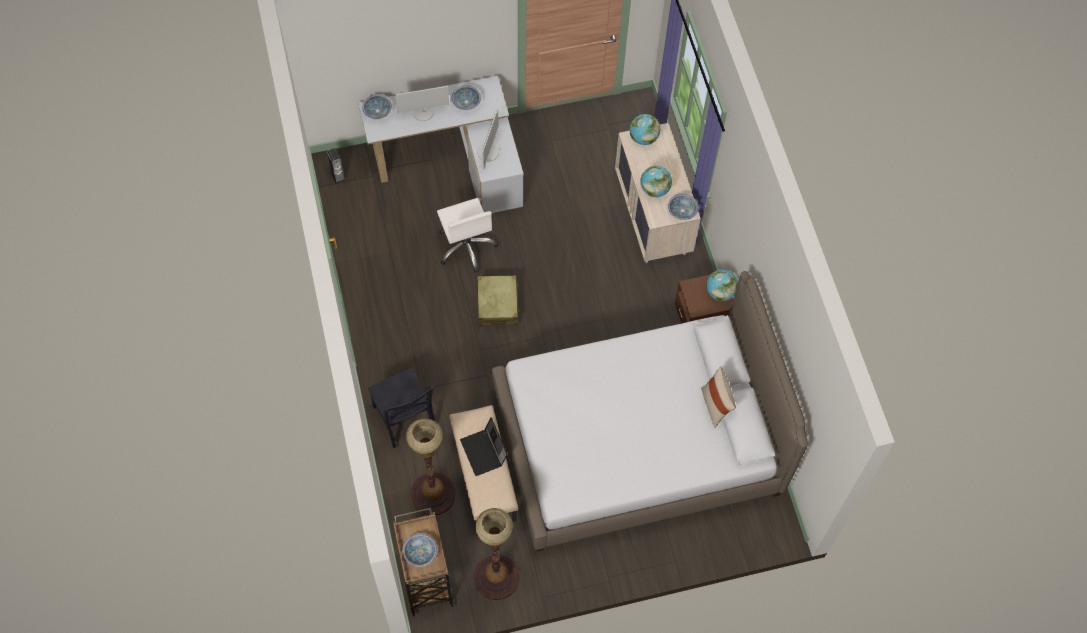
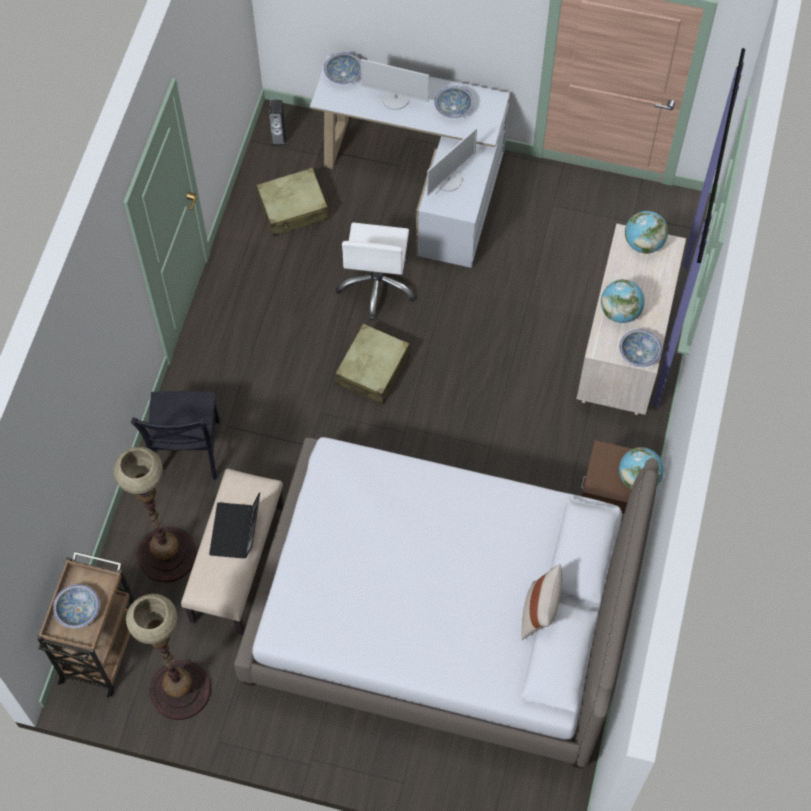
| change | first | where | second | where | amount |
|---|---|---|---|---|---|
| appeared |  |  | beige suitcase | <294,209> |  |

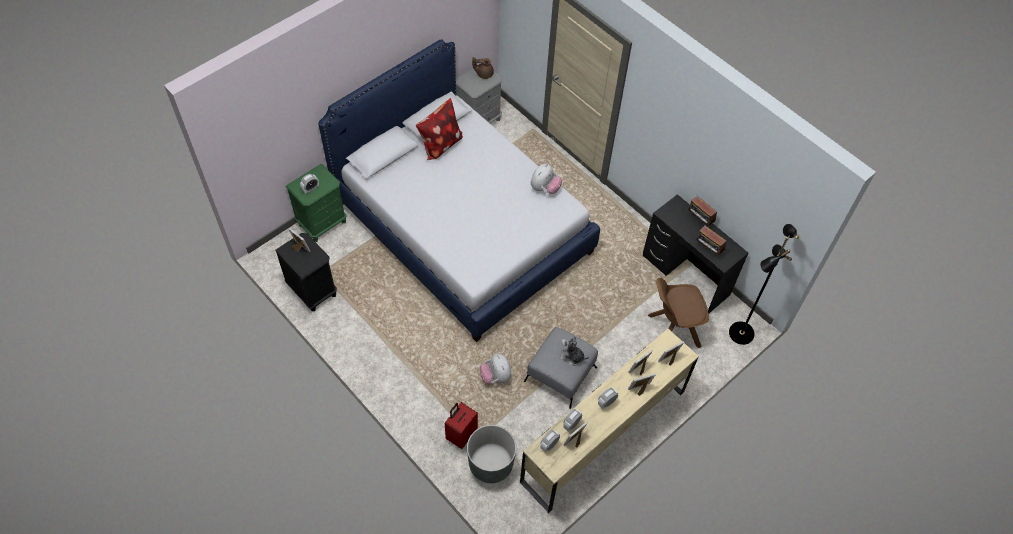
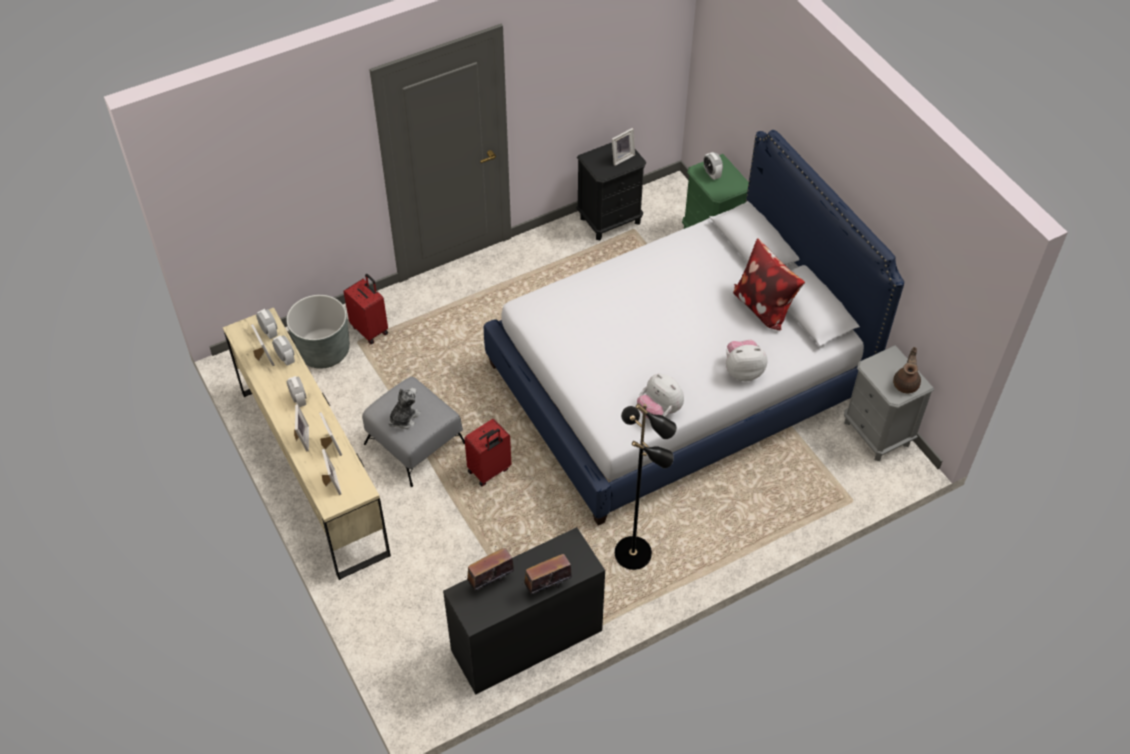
| change | first | where | second | where | amount |
|---|---|---|---|---|---|
| missing | brown chair | <672,331> |  |  |  |
| appeared |  |  | red suitcase | <489,471> |  |
| relocated | plush toy | <496,376> |  | <743,371> |  |
| relocated | black floor lamp | <740,333> |  | <634,553> |  |

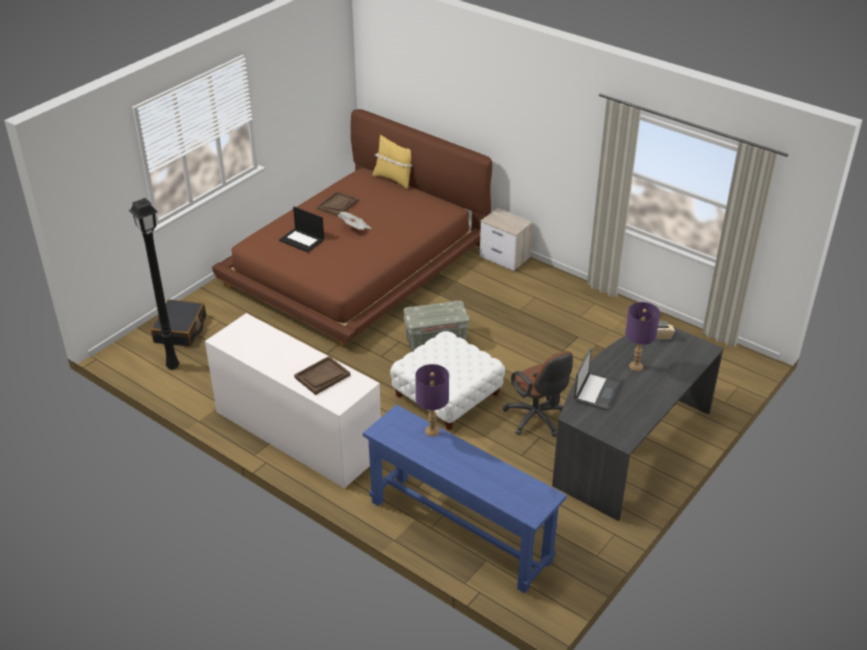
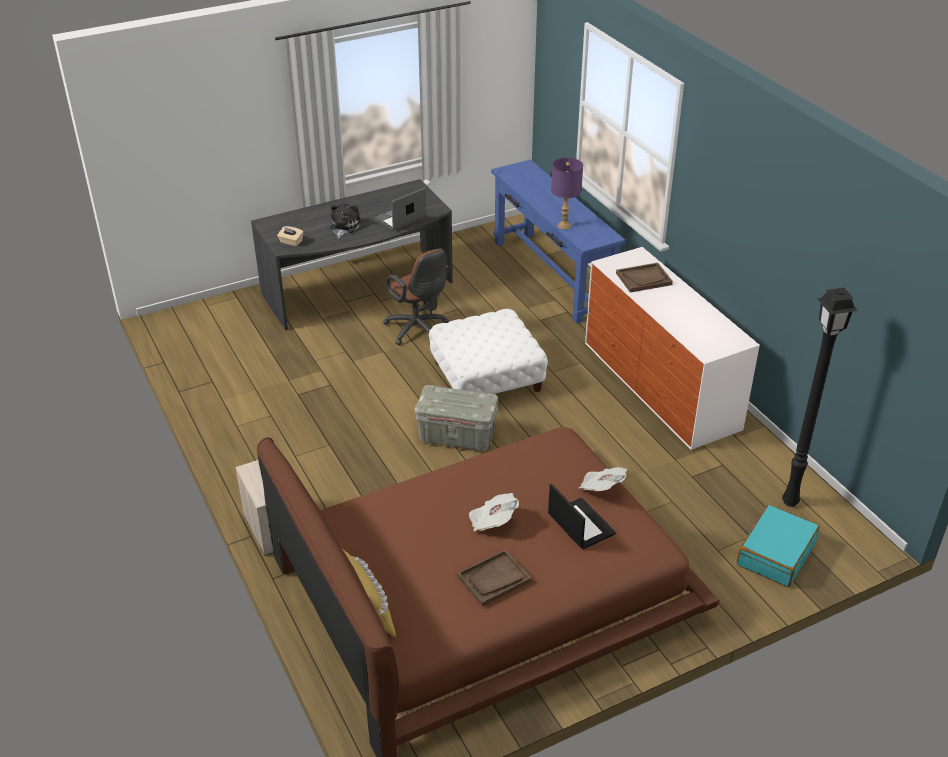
| change | first | where | second | where | amount |
|---|---|---|---|---|---|
| appeared |  |  | newspaper | <601,488> |  |
| exchanged | purple table lamp | <636,366> | plush toy | <343,227> |  |
| colour | black suitcase | <180,330> | turquoise suitcase | <775,554> |  |
| spun | brown office chair | <537,420> |  | <418,331> | 150 degrees clockwise |

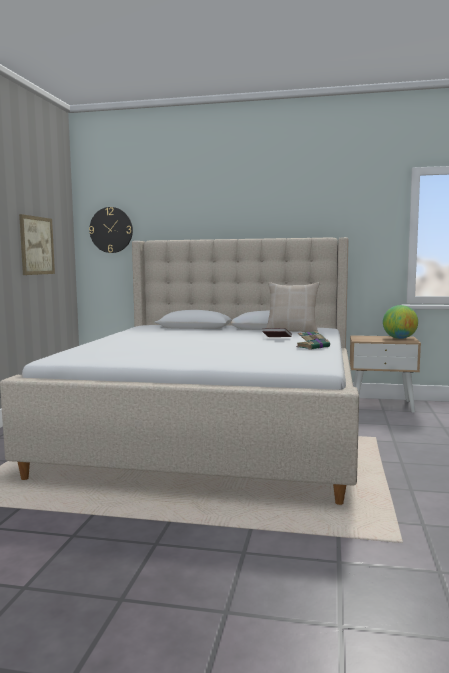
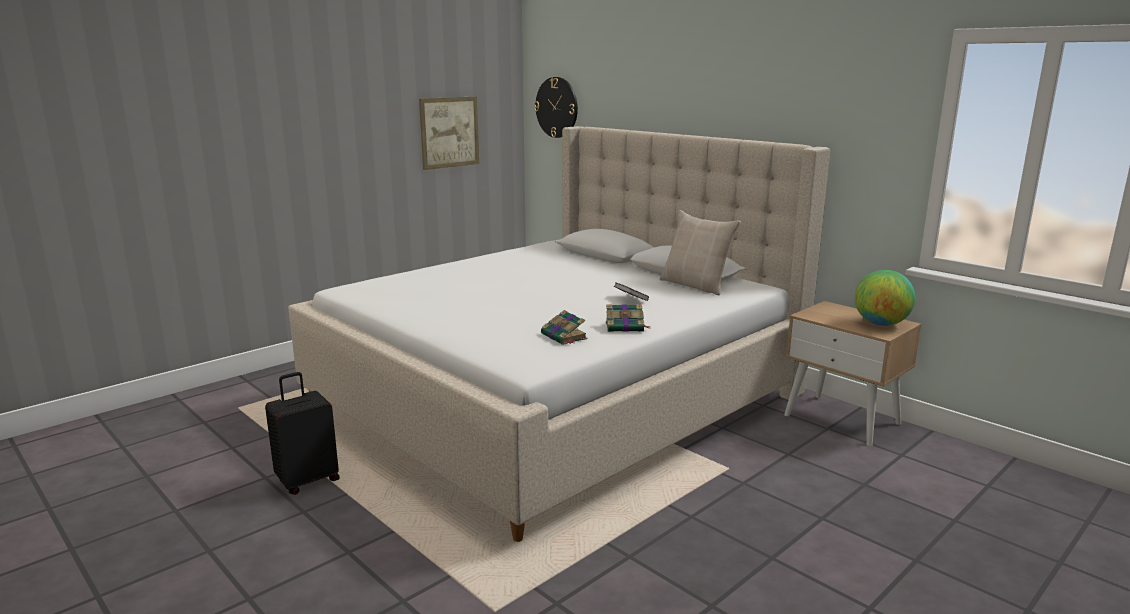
| change | first | where | second | where | amount |
|---|---|---|---|---|---|
| appeared |  |  | black suitcase | <308,481> |  |
| appeared |  |  | book | <564,337> |  |

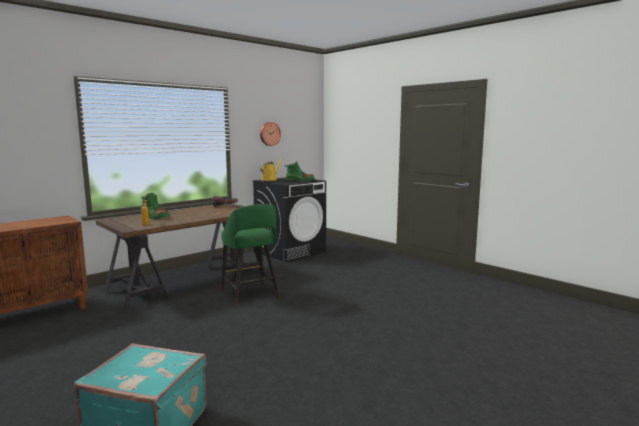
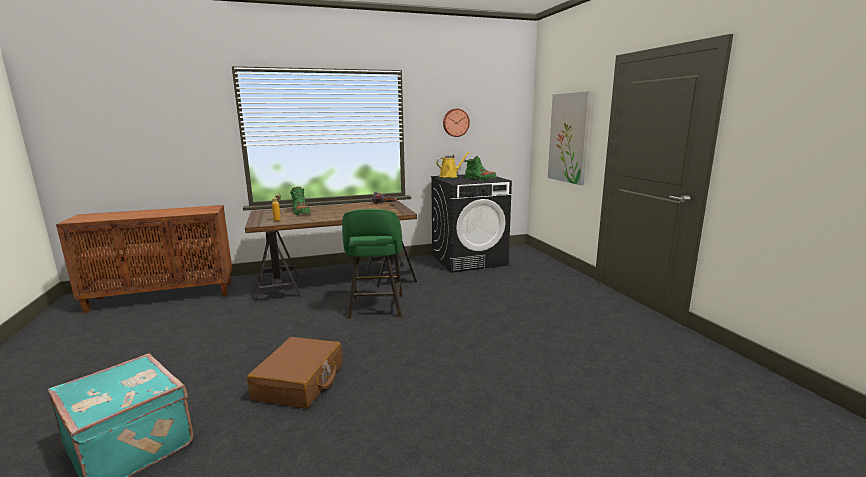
| change | first | where | second | where | amount |
|---|---|---|---|---|---|
| appeared |  |  | brown suitcase | <300,382> |  |
| appeared |  |  | picture | <569,138> |  |

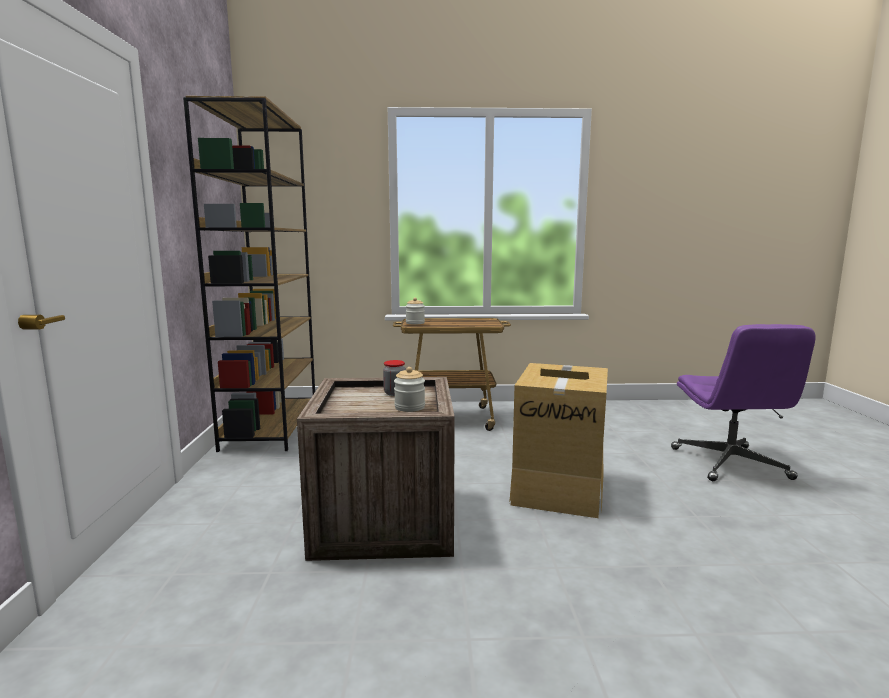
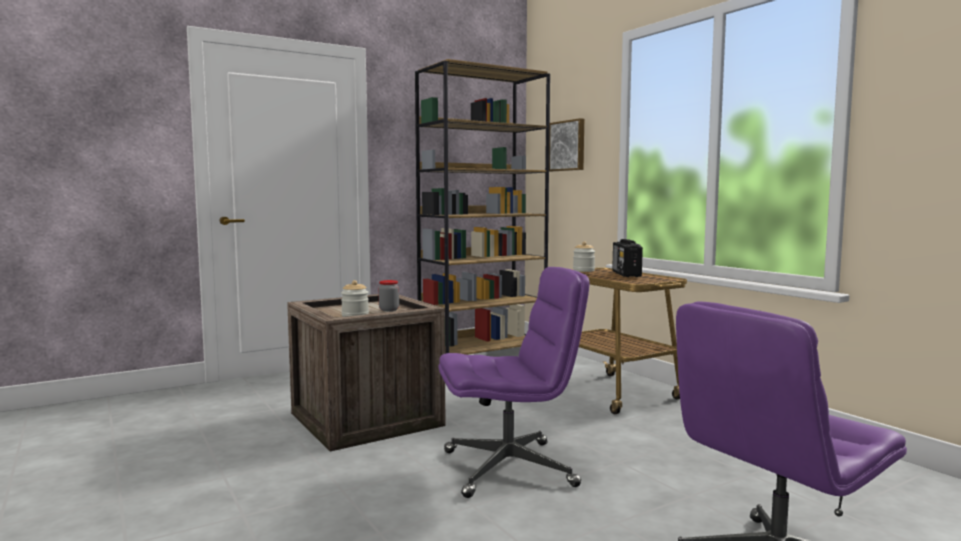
| change | first | where | second | where | amount |
|---|---|---|---|---|---|
| appeared |  |  | picture | <567,146> |  |
| appeared |  |  | radio | <626,274> |  |
| exchanged | cardboard box | <559,488> | purple office chair | <510,468> |  |

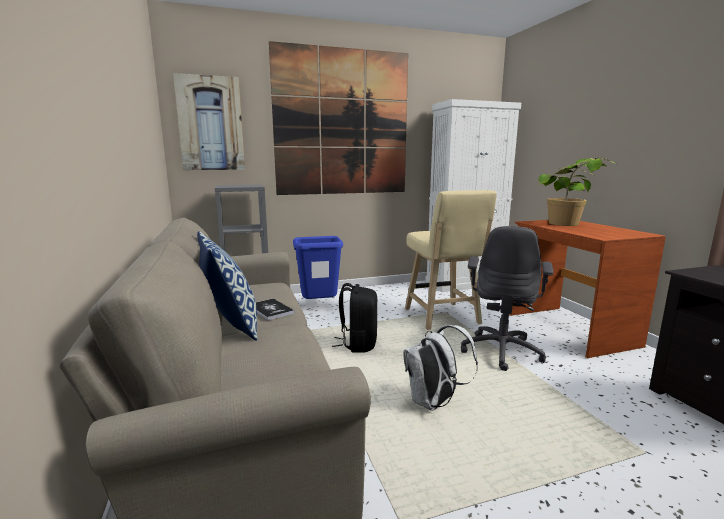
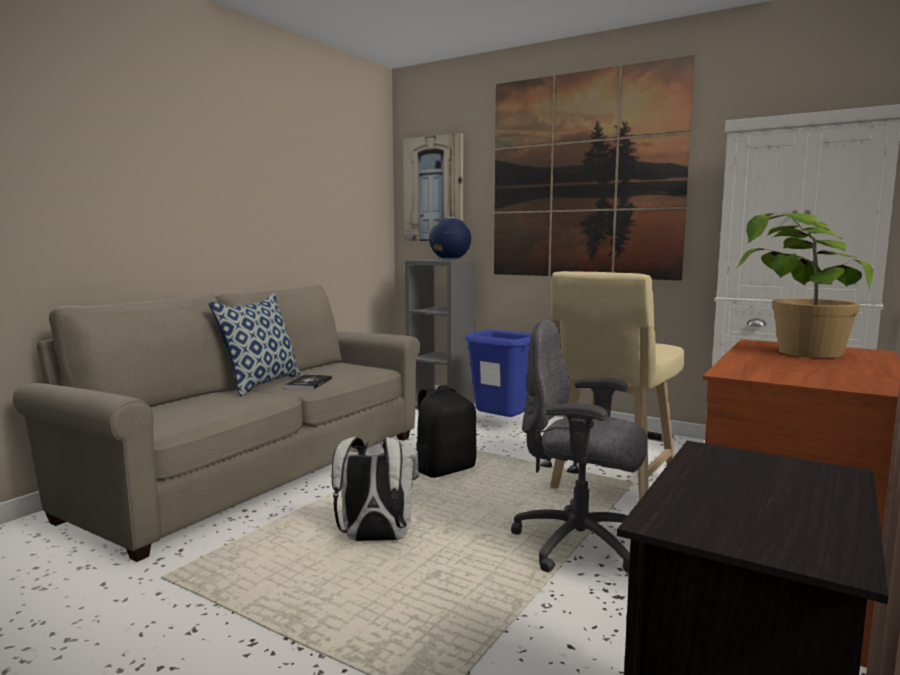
| change | first | where | second | where | amount |
|---|---|---|---|---|---|
| appeared |  |  | globe | <449,259> |  |
| spun | grey office chair | <501,351> |  | <581,545> | 45 degrees clockwise |

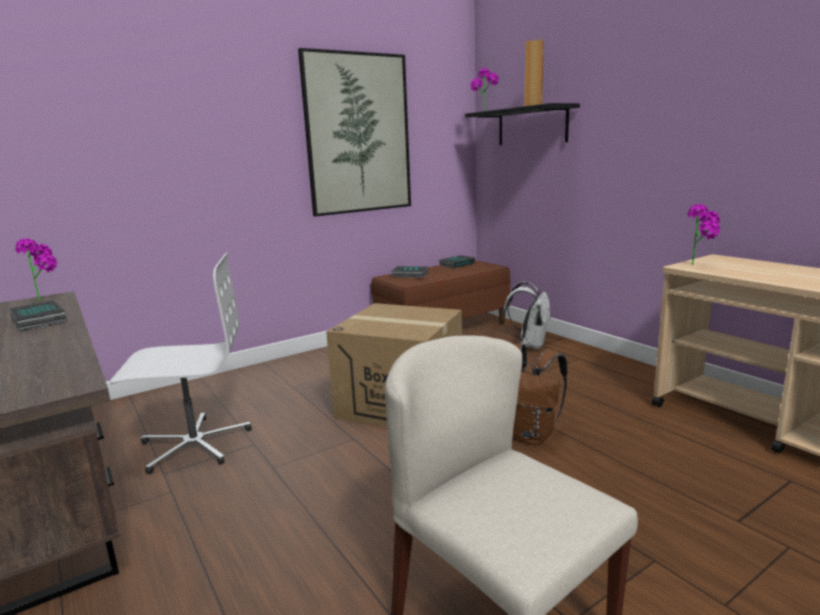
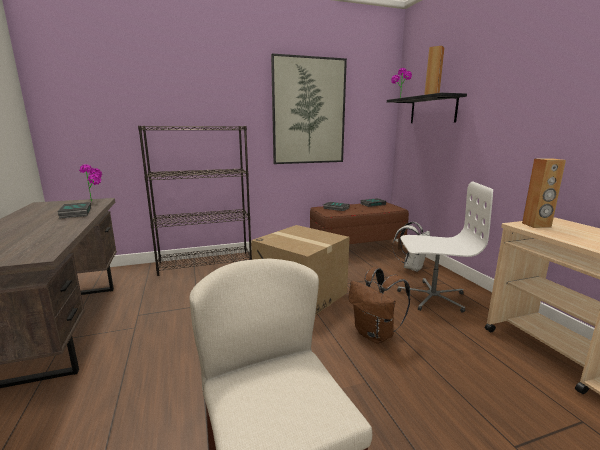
| change | first | where | second | where | amount |
|---|---|---|---|---|---|
| appeared |  |  | black bookcase | <206,263> |  |
| relocated | white office chair | <194,444> |  | <432,297> |  |
| exchanged | potted plant | <701,265> | brown speaker | <536,225> |  |

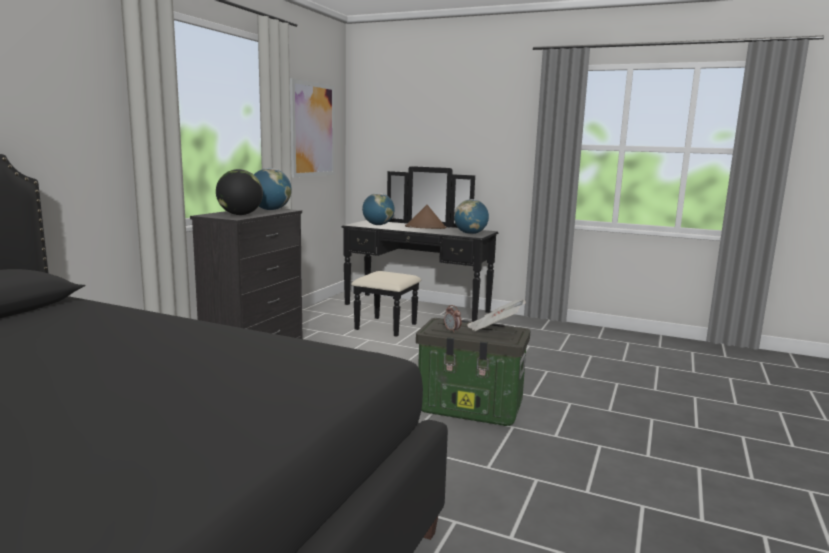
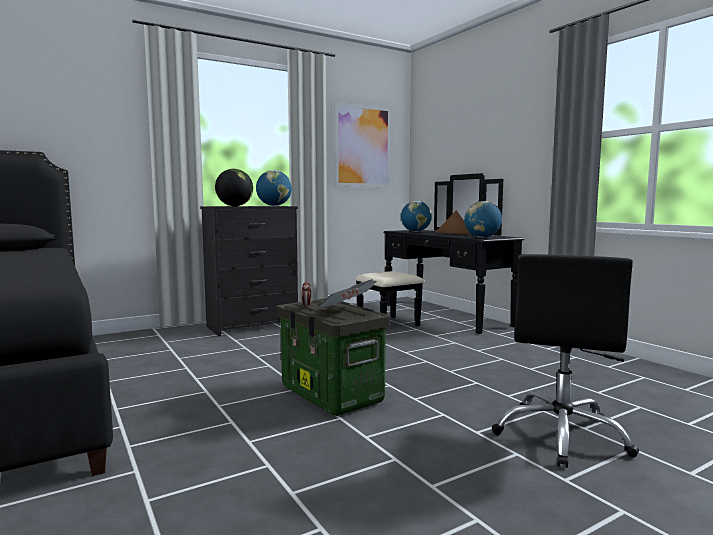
| change | first | where | second | where | amount |
|---|---|---|---|---|---|
| appeared |  |  | black office chair | <562,435> |  |

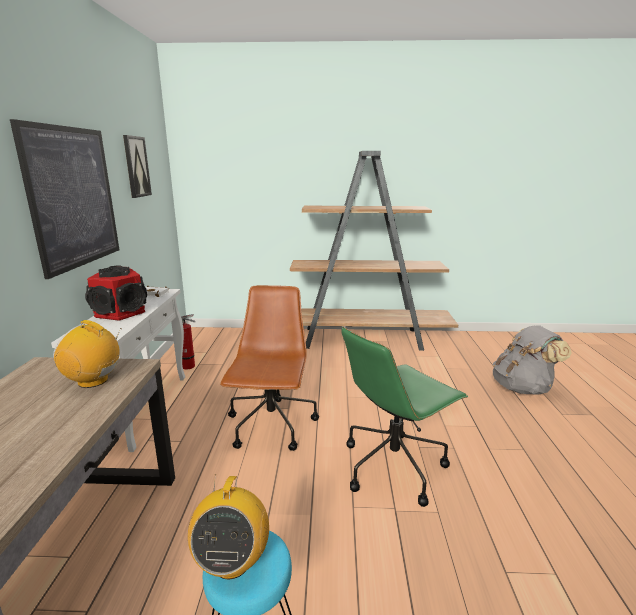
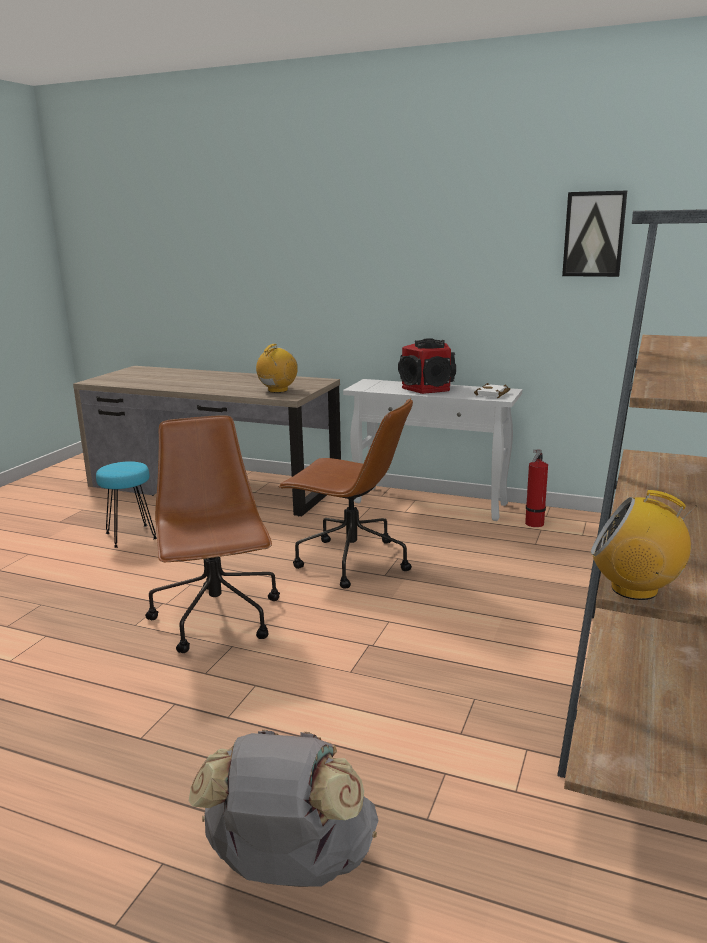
| change | first | where | second | where | amount |
|---|---|---|---|---|---|
| missing | picture | <73,197> |  |  |  |
| relocated | radio | <232,561> |  | <635,589> |  |
| colour | green office chair | <394,465> | brown office chair | <218,619> |  |

